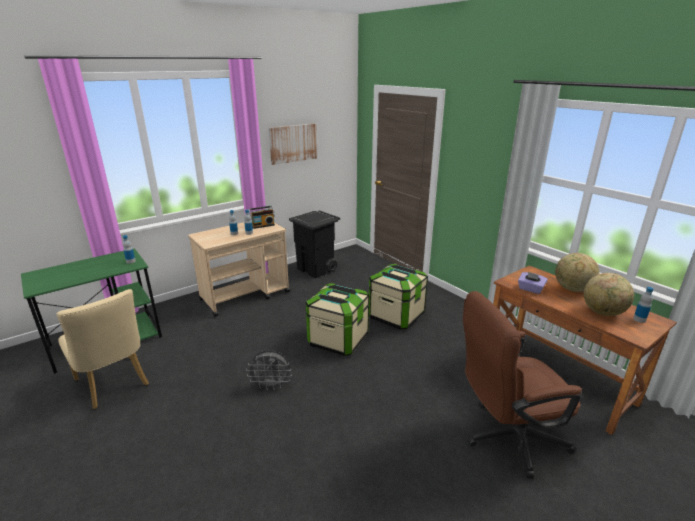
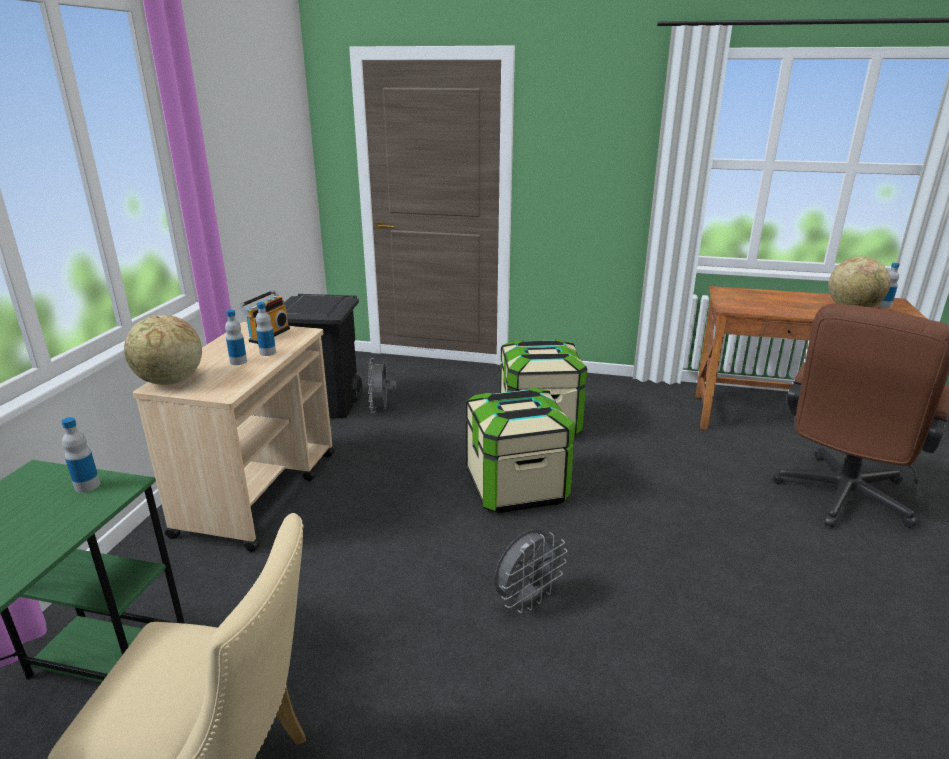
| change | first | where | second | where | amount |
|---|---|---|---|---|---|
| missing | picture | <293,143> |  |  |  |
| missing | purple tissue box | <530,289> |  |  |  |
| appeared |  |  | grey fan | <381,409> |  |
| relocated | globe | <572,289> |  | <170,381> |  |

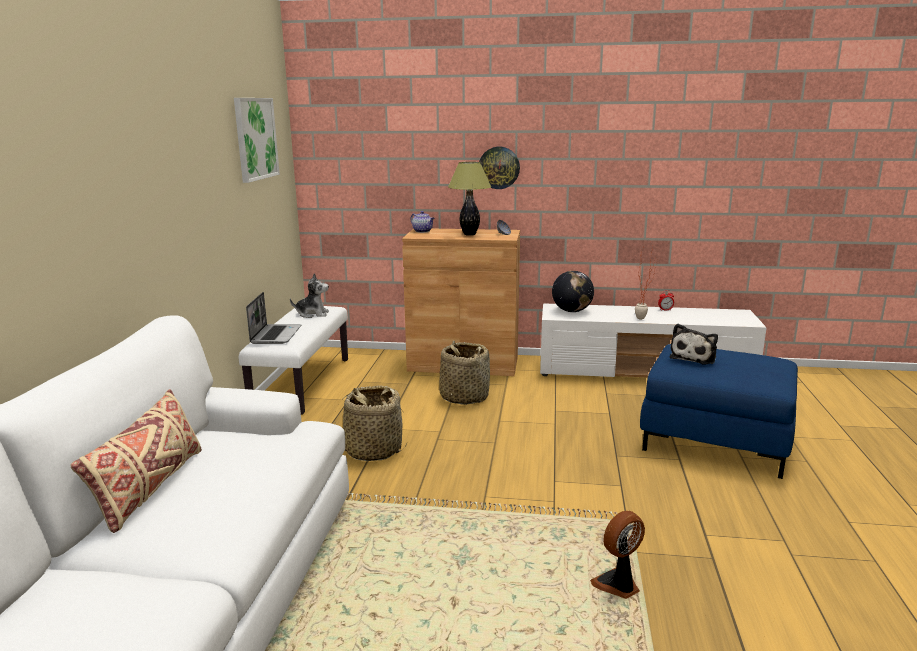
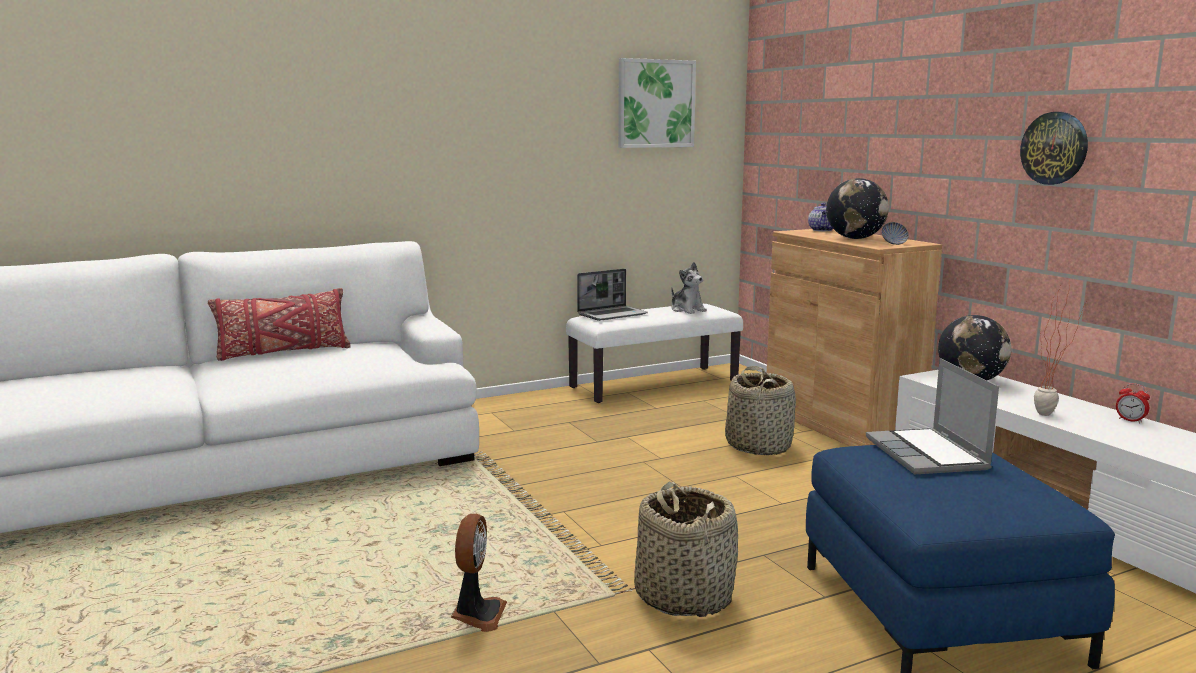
| change | first | where | second | where | amount |
|---|---|---|---|---|---|
| relocated | basket | <373,450> |  | <683,596> |  |
| relocated | wall clock | <499,167> |  | <1054,148> |  |
| exchanged | table lamp | <470,234> | globe | <855,238> |  |
| exchanged | plush toy | <694,357> | laptop | <928,454> |  |
| colour | beige pillow | <150,488> | red pillow | <283,352> |  |
| spun | fan | <618,585> |  | <477,614> | 75 degrees clockwise |

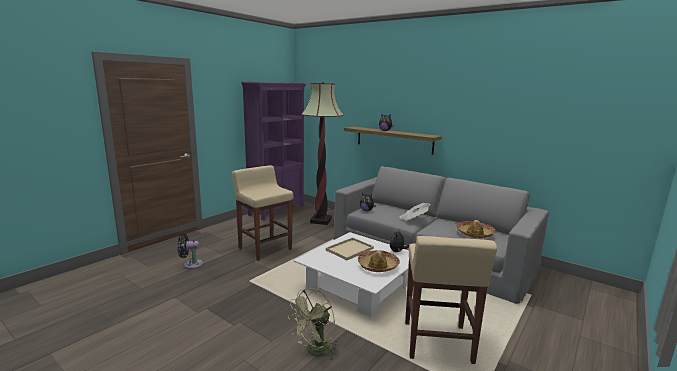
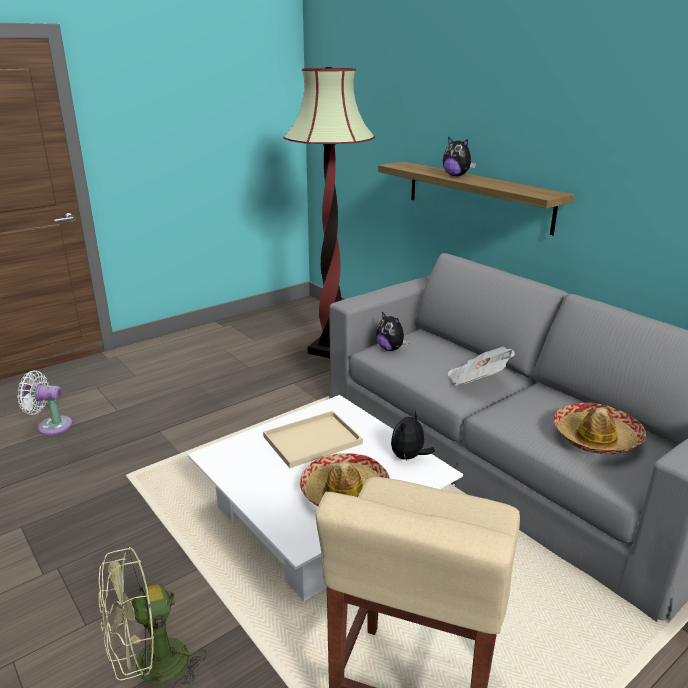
| change | first | where | second | where | amount |
|---|---|---|---|---|---|
| missing | beige stool | <264,248> |  |  |  |
| missing | purple bookcase | <277,210> |  |  |  |
| colour | black fan | <191,264> | white fan | <51,426> |  |

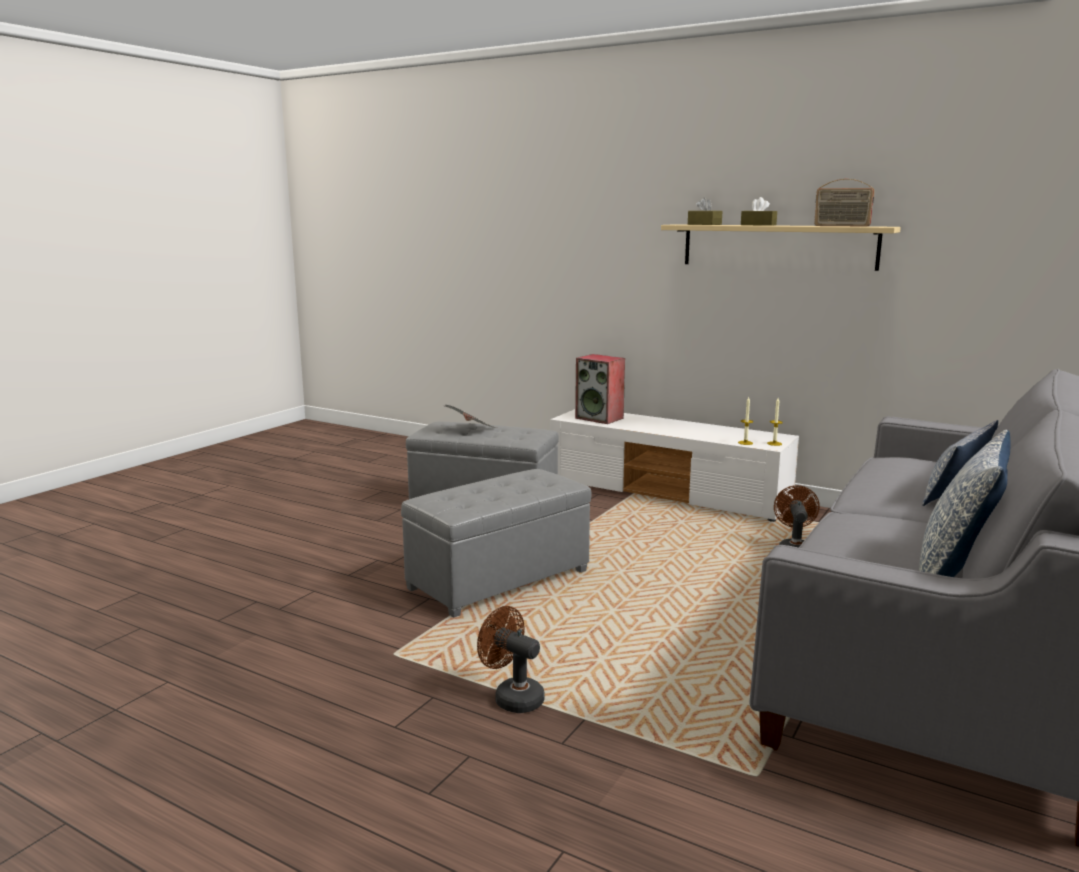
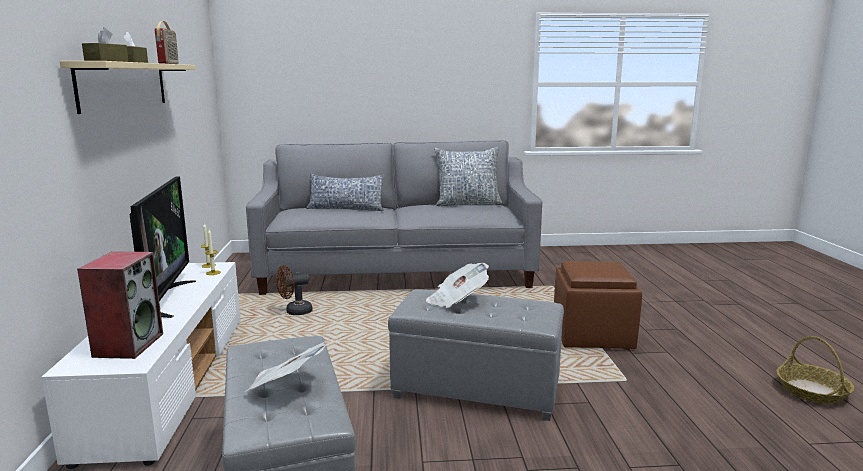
| change | first | where | second | where | amount |
|---|---|---|---|---|---|
| appeared |  |  | television | <164,299> |  |
| appeared |  |  | newspaper | <457,300> |  |
| appeared |  |  | basket | <812,391> |  |
| exchanged | brown fan | <512,697> | brown ottoman | <593,335> |  |

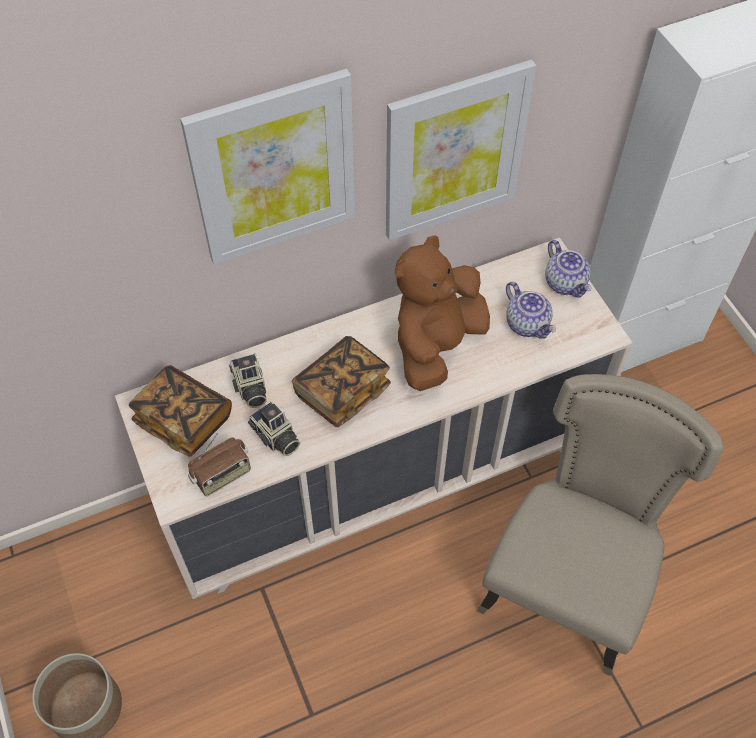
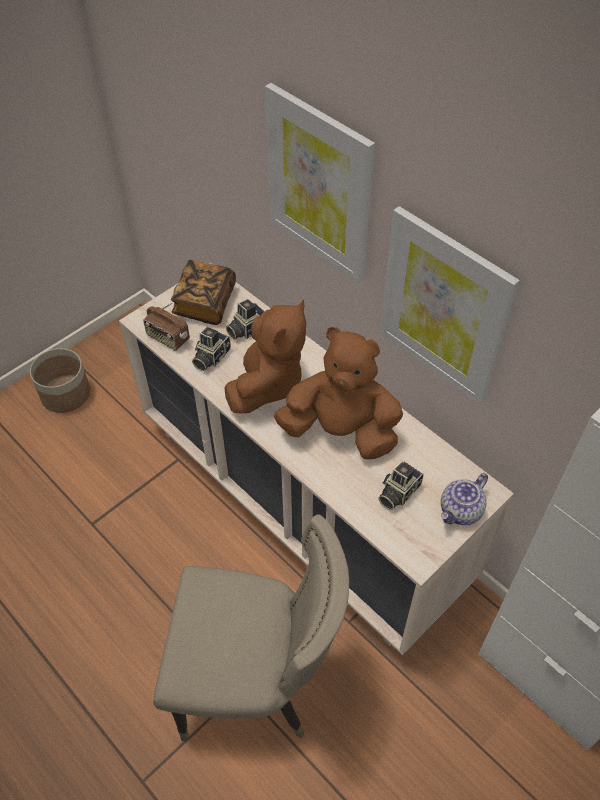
| change | first | where | second | where | amount |
|---|---|---|---|---|---|
| exchanged | book | <342,391> | brown plush toy | <268,383> |  |
| exchanged | teapot | <528,324> | photo camera | <397,492> |  |

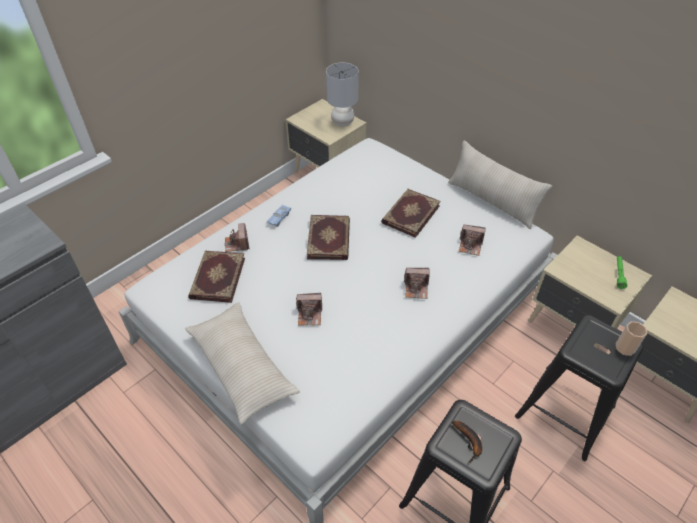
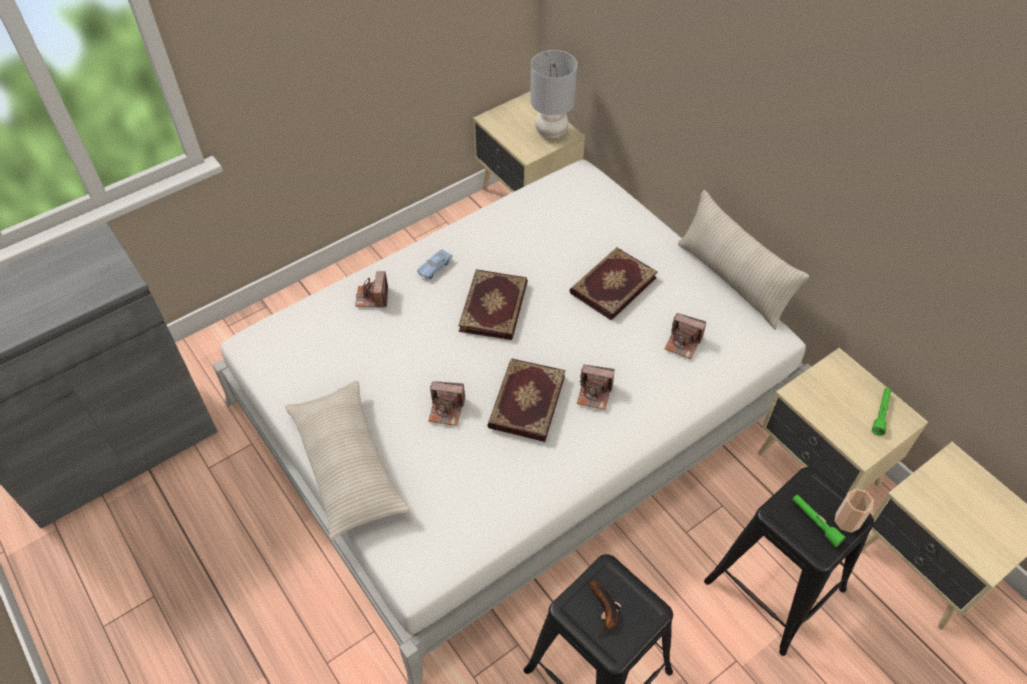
| change | first | where | second | where | amount |
|---|---|---|---|---|---|
| appeared |  |  | green flashlight | <815,522> |  |
| relocated | book | <217,278> |  | <525,401> |  |

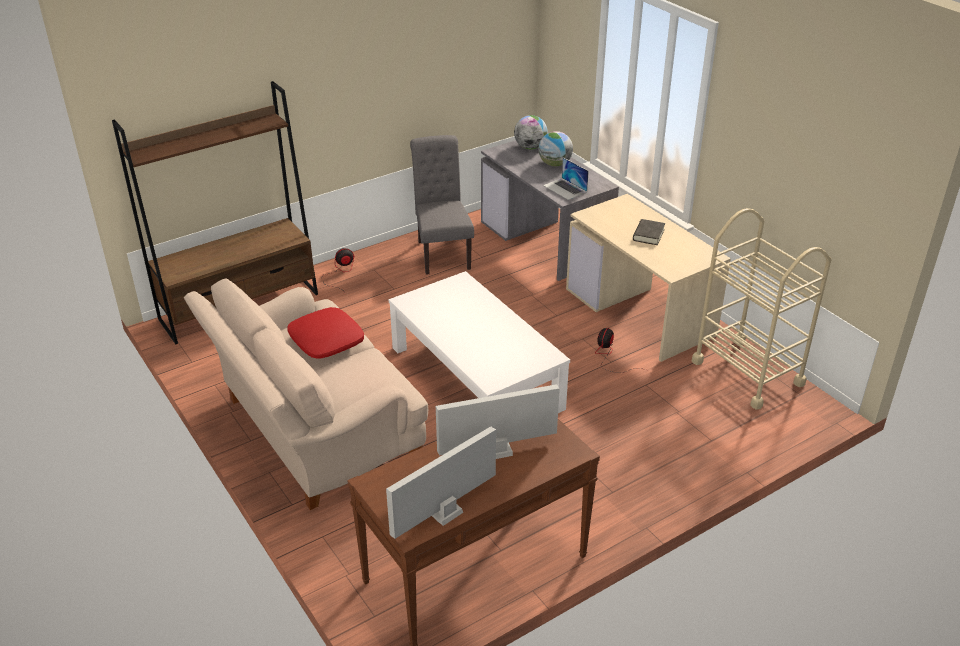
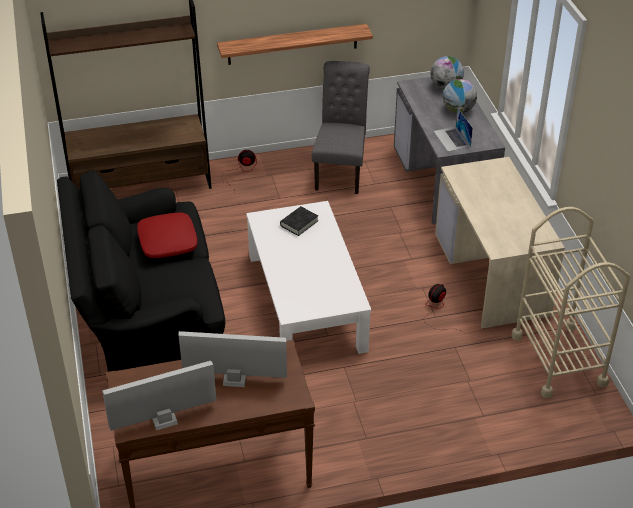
| change | first | where | second | where | amount |
|---|---|---|---|---|---|
| appeared |  |  | shelf | <292,44> |  |
| relocated | black book | <648,235> |  | <299,223> |  |
| colour | beige sofa | <315,432> | black sofa | <147,316> |  |

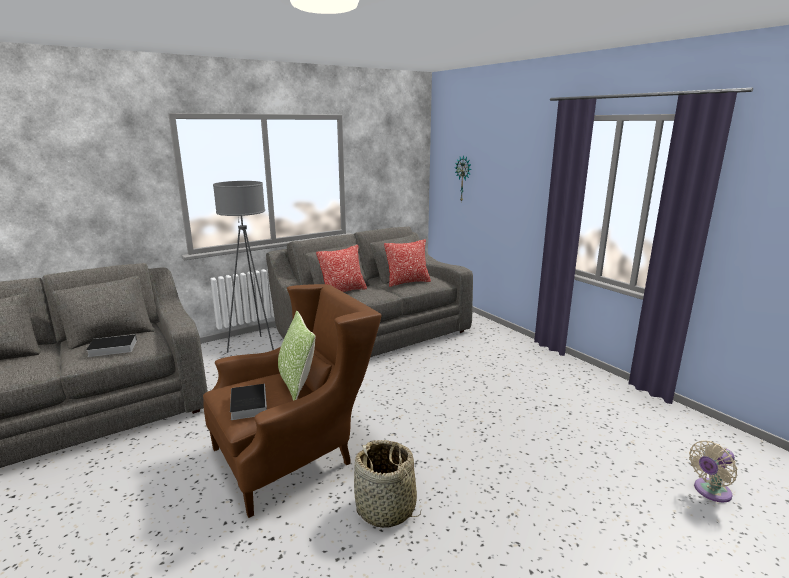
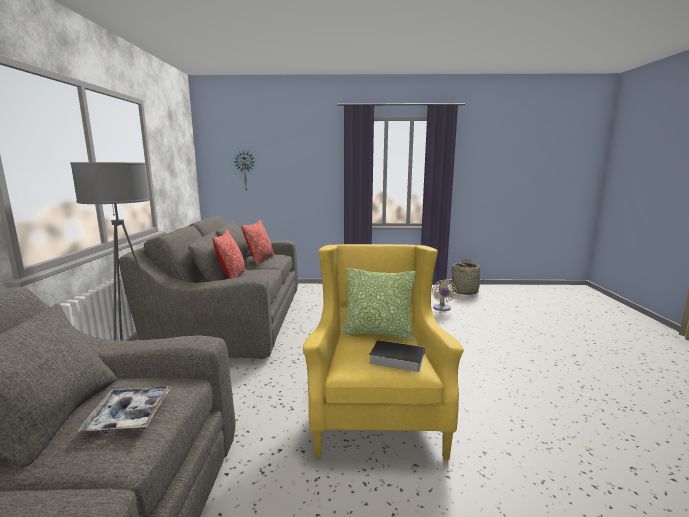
| change | first | where | second | where | amount |
|---|---|---|---|---|---|
| relocated | basket | <386,509> |  | <465,291> |  |
| relocated | beige fan | <710,492> |  | <442,308> |  |
| exchanged | book | <111,348> | tray | <129,415> |  |
| colour | brown armchair | <295,454> | yellow armchair | <376,409> |  |

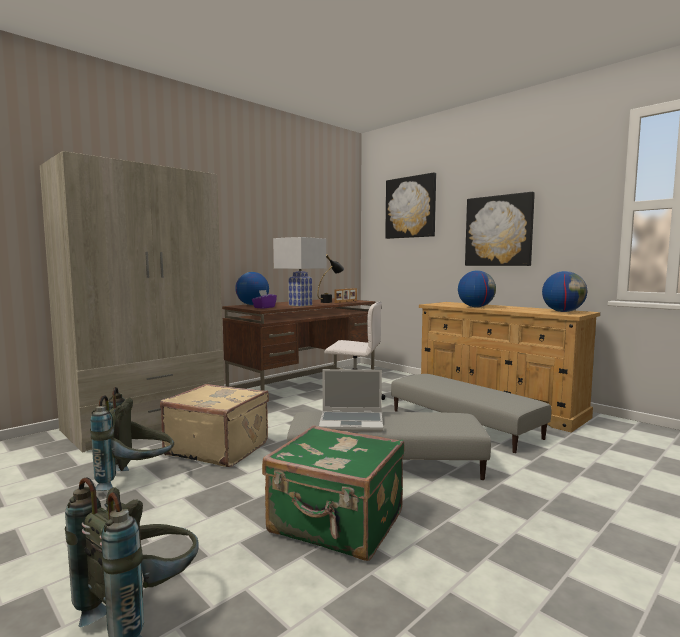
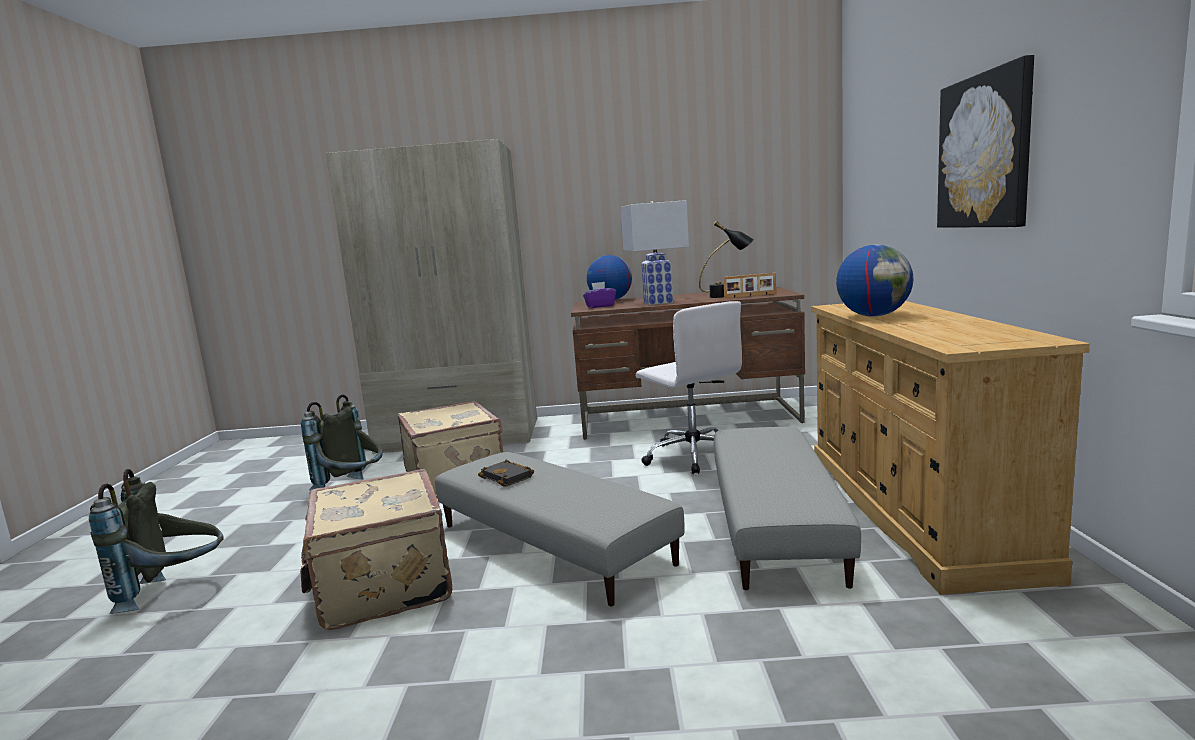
| change | first | where | second | where | amount |
|---|---|---|---|---|---|
| missing | picture | <410,207> |  |  |  |
| missing | globe | <563,311> |  |  |  |
| exchanged | laptop | <352,422> | black book | <509,477> |  |
| colour | green suitcase | <336,524> | beige suitcase | <381,586> |  |

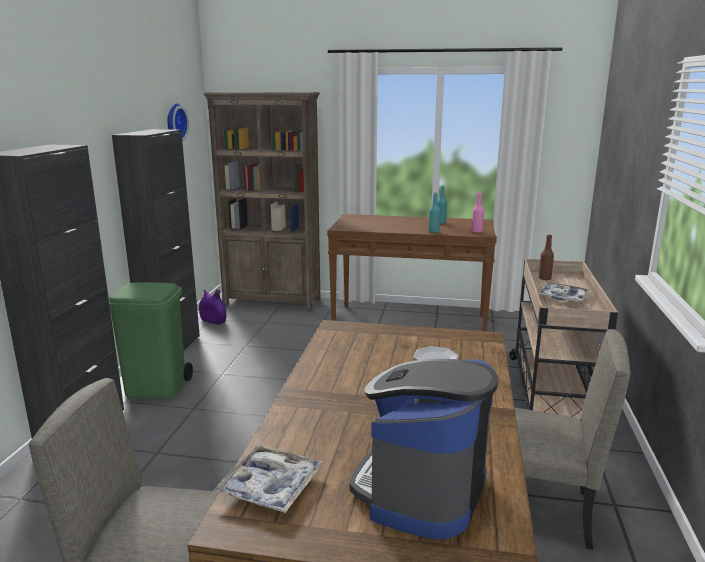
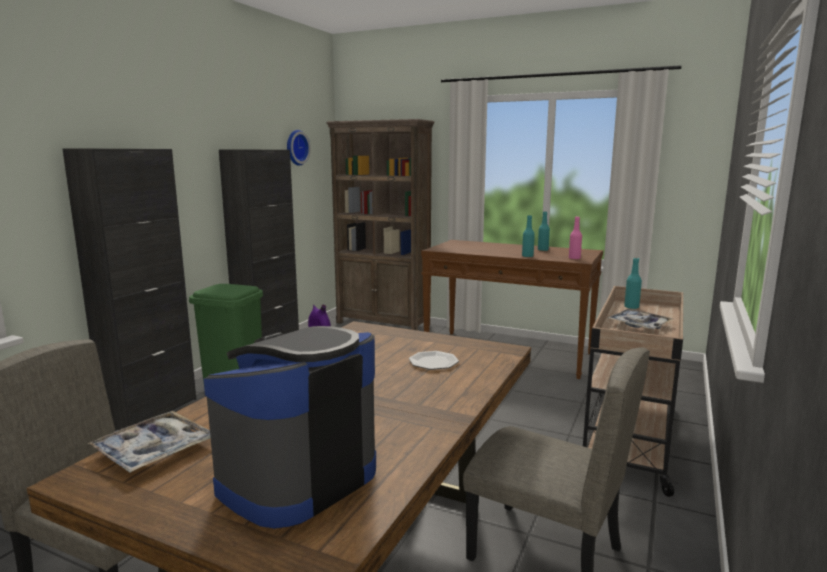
| change | first | where | second | where | amount |
|---|---|---|---|---|---|
| colour | brown bottle | <544,278> | turquoise bottle | <631,307> |  |

